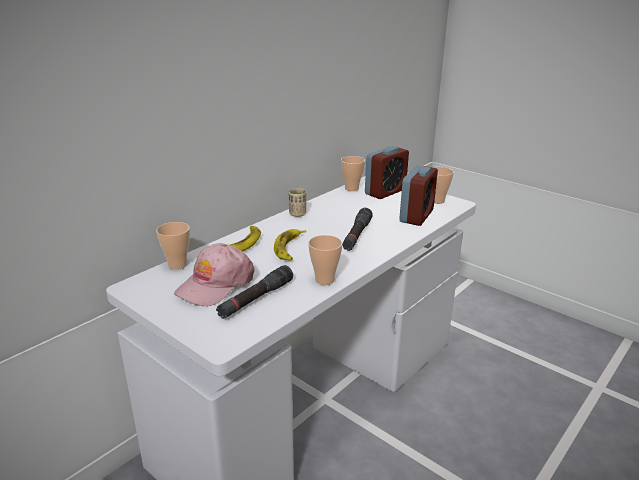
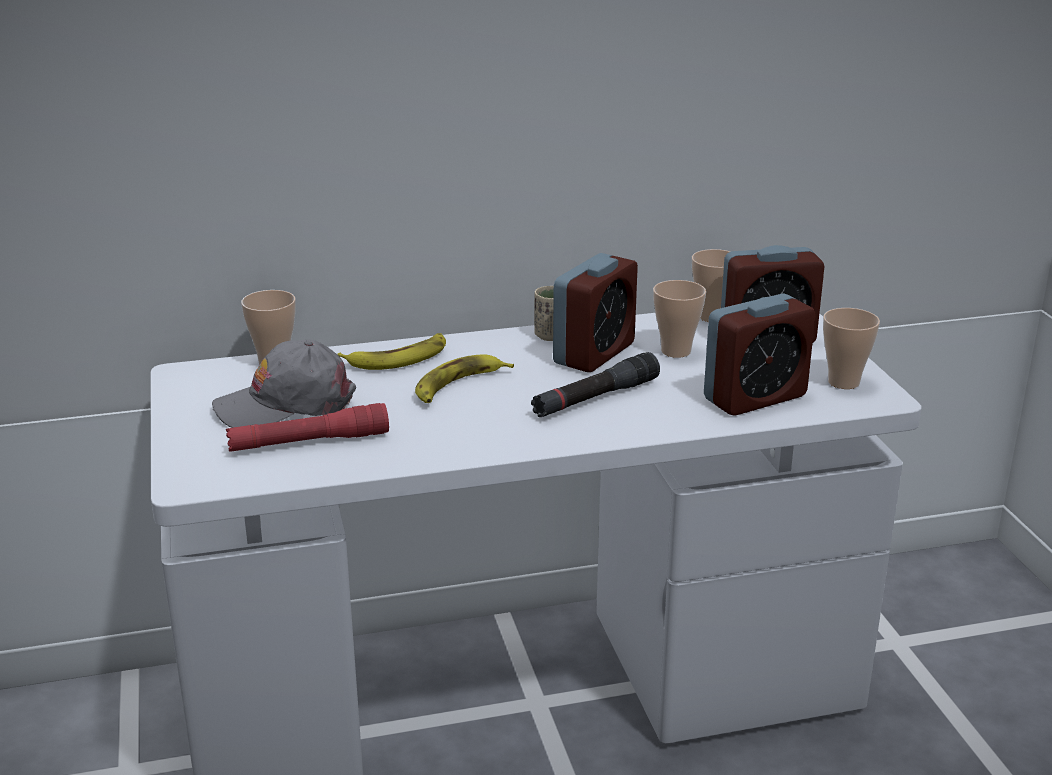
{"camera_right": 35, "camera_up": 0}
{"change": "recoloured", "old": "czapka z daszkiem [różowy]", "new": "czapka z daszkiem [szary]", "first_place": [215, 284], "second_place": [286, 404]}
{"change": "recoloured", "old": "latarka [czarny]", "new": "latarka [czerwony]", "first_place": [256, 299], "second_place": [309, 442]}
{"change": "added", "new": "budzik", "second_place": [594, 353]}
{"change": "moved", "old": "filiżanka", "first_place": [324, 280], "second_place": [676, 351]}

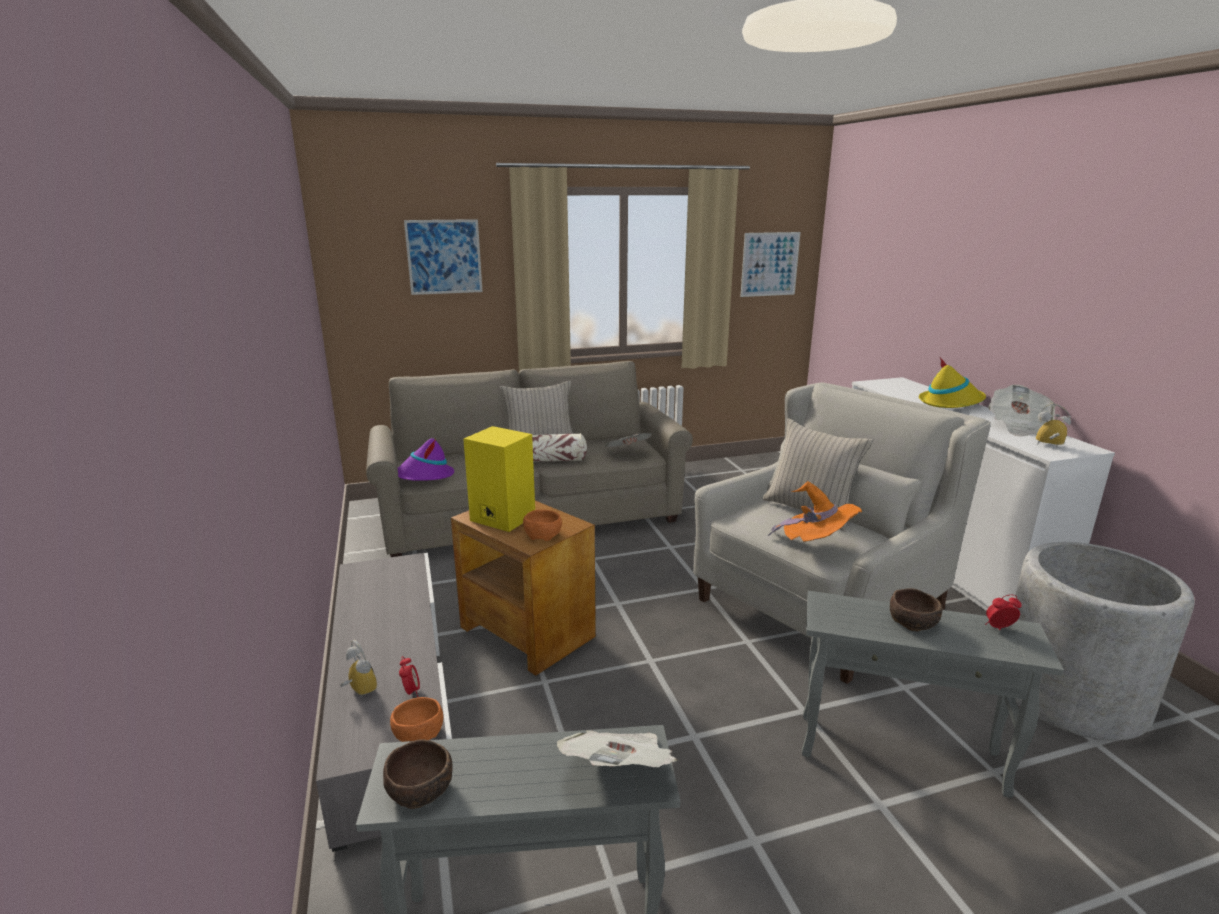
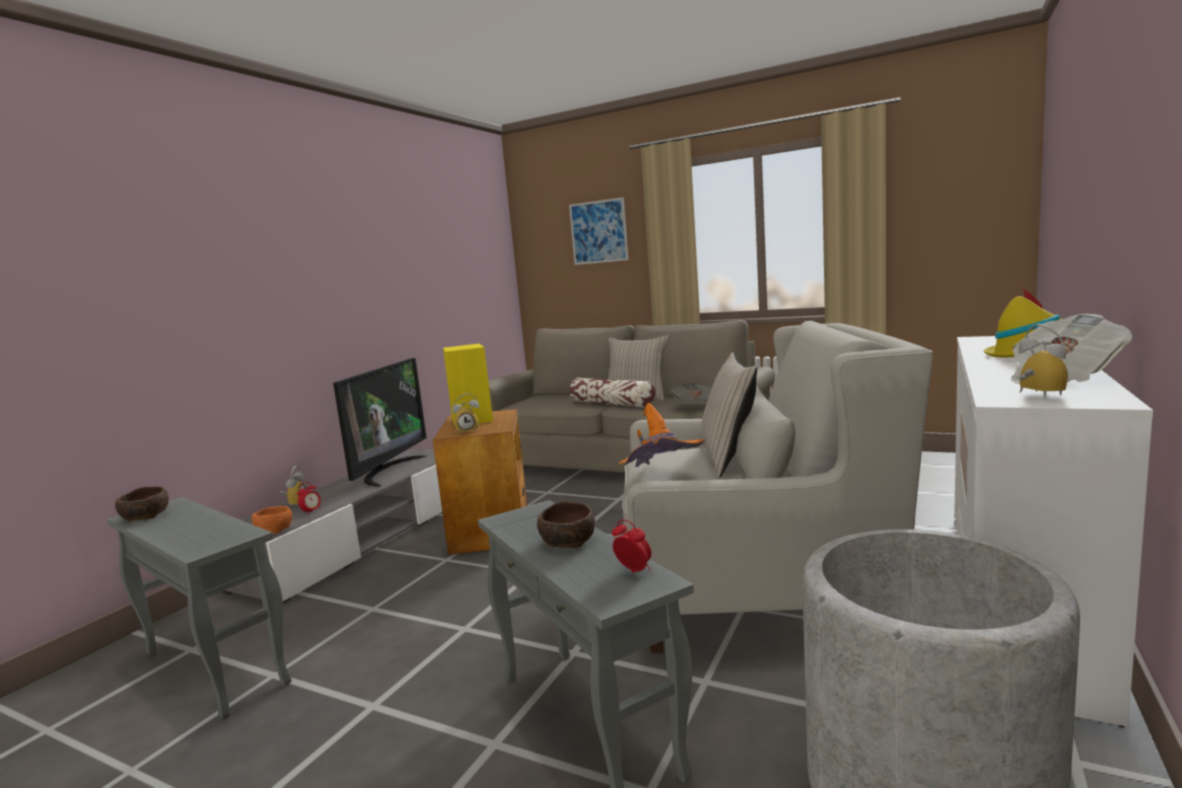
{"camera_right": 45, "camera_up": -10}
{"change": "added", "new": "telewizor", "second_place": [388, 471]}
{"change": "replaced", "old": "miska [pomarańczowy]", "new": "budzik", "first_place": [542, 534], "second_place": [468, 431]}
{"change": "removed", "old": "kapelusz [fioletowy]", "first_place": [424, 476]}
{"change": "removed", "old": "gazeta", "first_place": [620, 772]}
{"change": "removed", "old": "obraz", "first_place": [770, 264]}

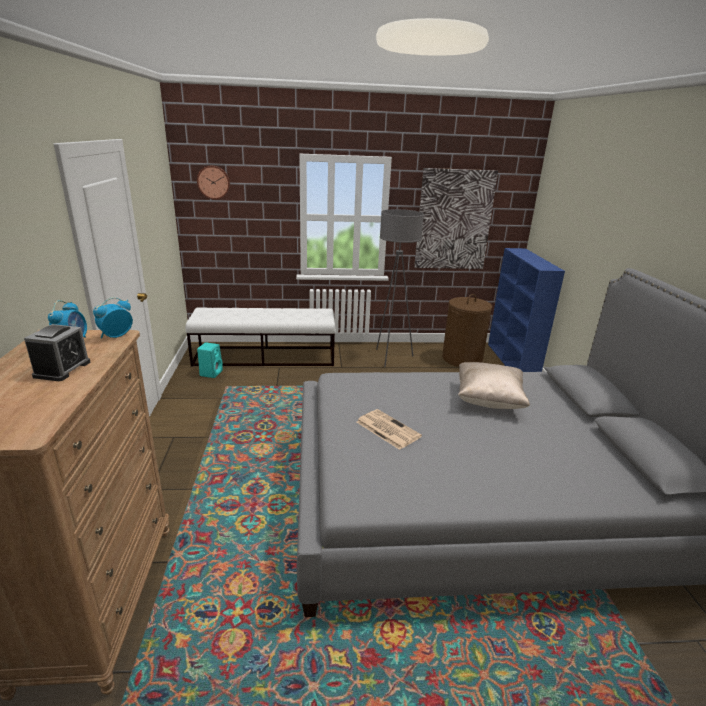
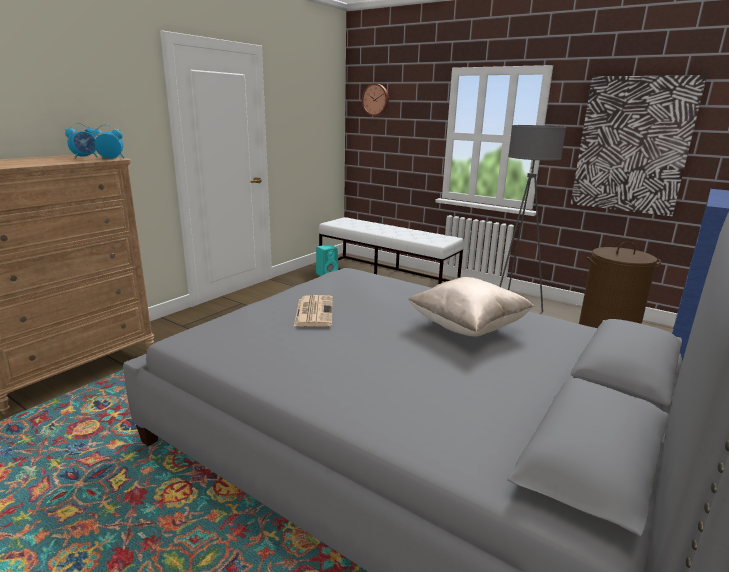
{"camera_right": 40, "camera_up": -5}
{"change": "removed", "old": "budzik", "first_place": [62, 369]}

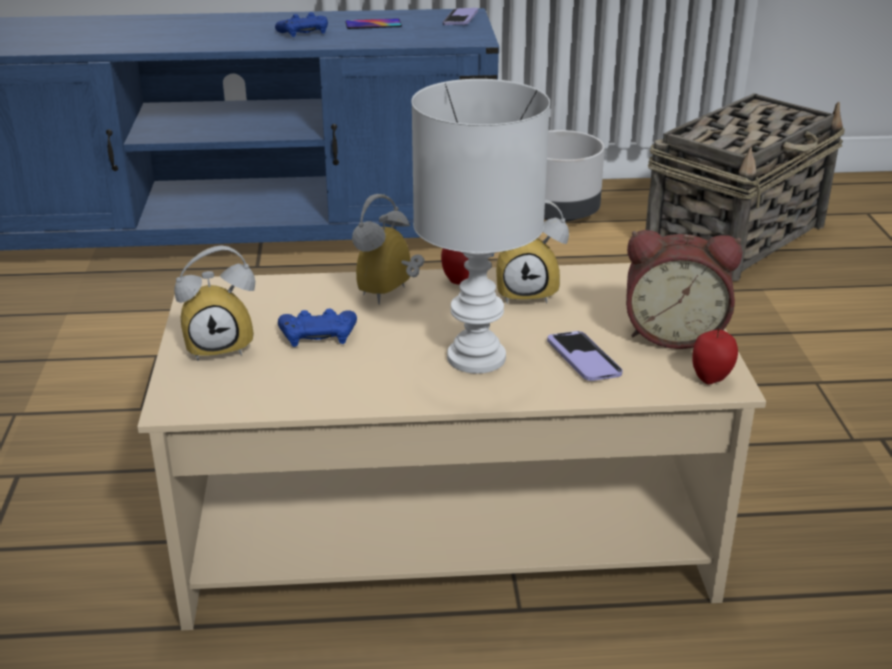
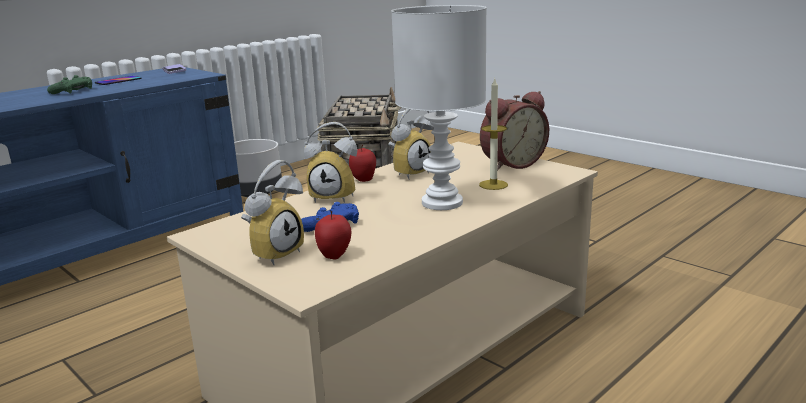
{"camera_right": -40, "camera_up": -10}
{"change": "recoloured", "old": "pad do gier [niebieski]", "new": "pad do gier [zielony]", "first_place": [304, 32], "second_place": [72, 91]}
{"change": "turned", "old": "budzik", "first_place": [391, 294], "second_place": [335, 196], "degrees": -75}
{"change": "moved", "old": "jabłko", "first_place": [711, 379], "second_place": [334, 255]}
{"change": "replaced", "old": "telefon", "new": "świeca", "first_place": [583, 358], "second_place": [493, 185]}

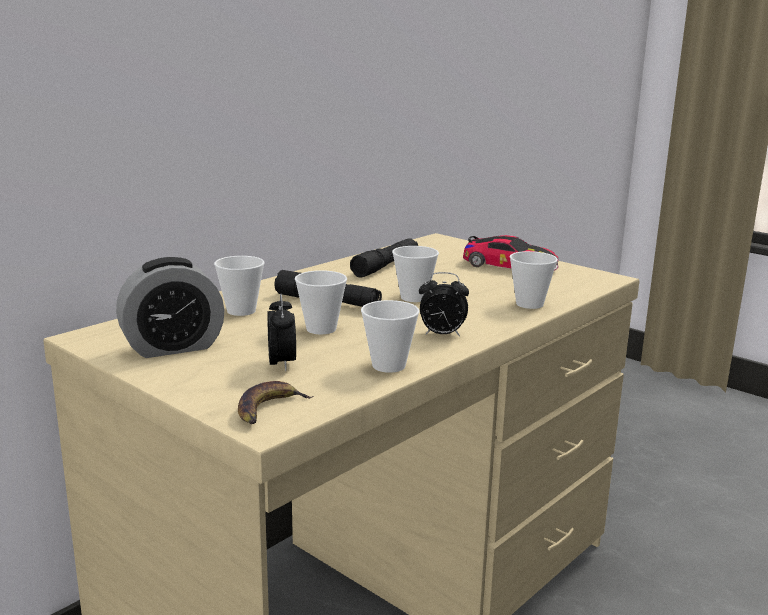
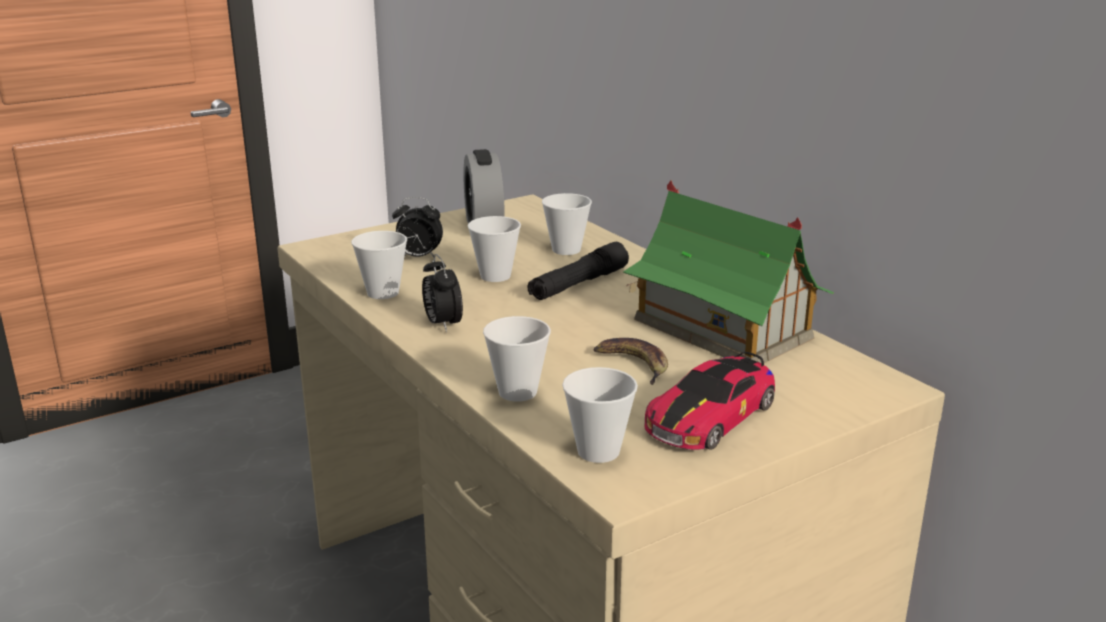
{"camera_right": 105, "camera_up": 5}
{"change": "turned", "old": "budzik", "first_place": [441, 335], "second_place": [442, 324], "degrees": -45}
{"change": "moved", "old": "filiżanka", "first_place": [414, 297], "second_place": [598, 451]}
{"change": "moved", "old": "banan", "first_place": [268, 409], "second_place": [632, 364]}
{"change": "replaced", "old": "latarka [czarny]", "new": "domek", "first_place": [386, 266], "second_place": [721, 328]}

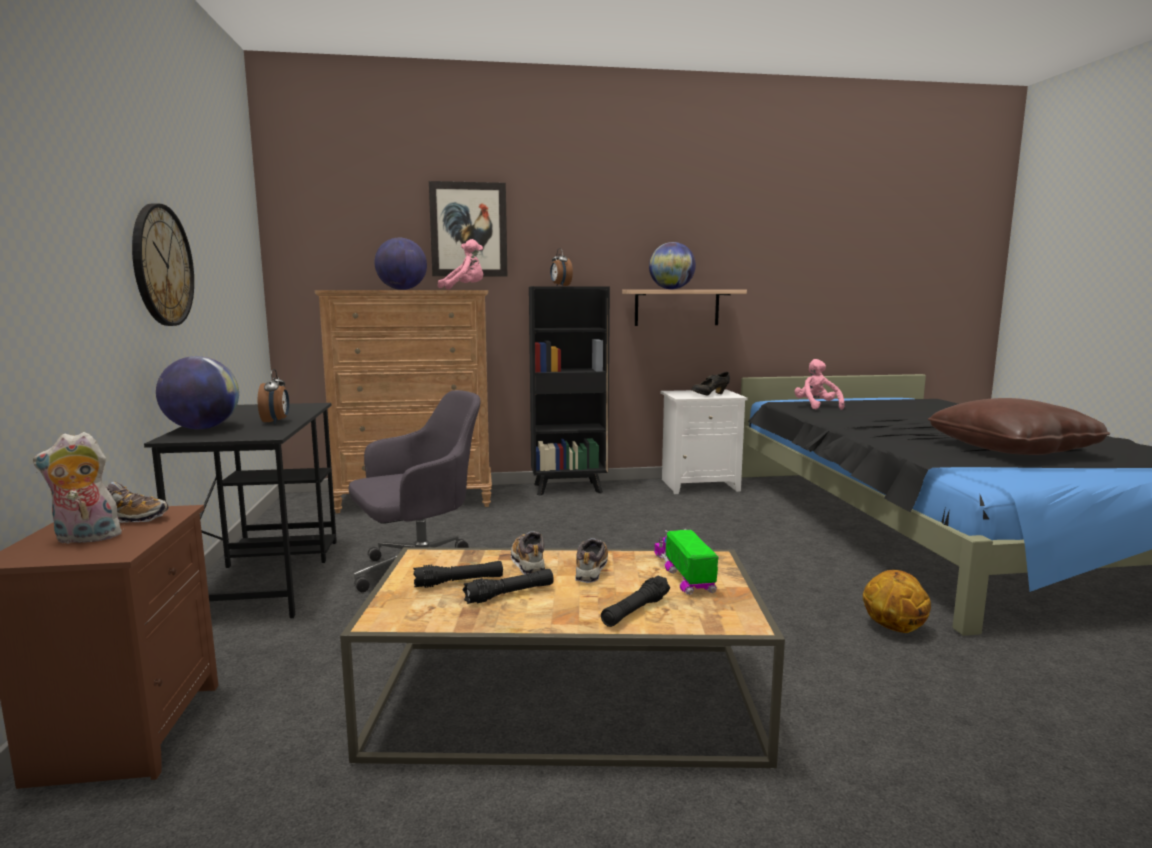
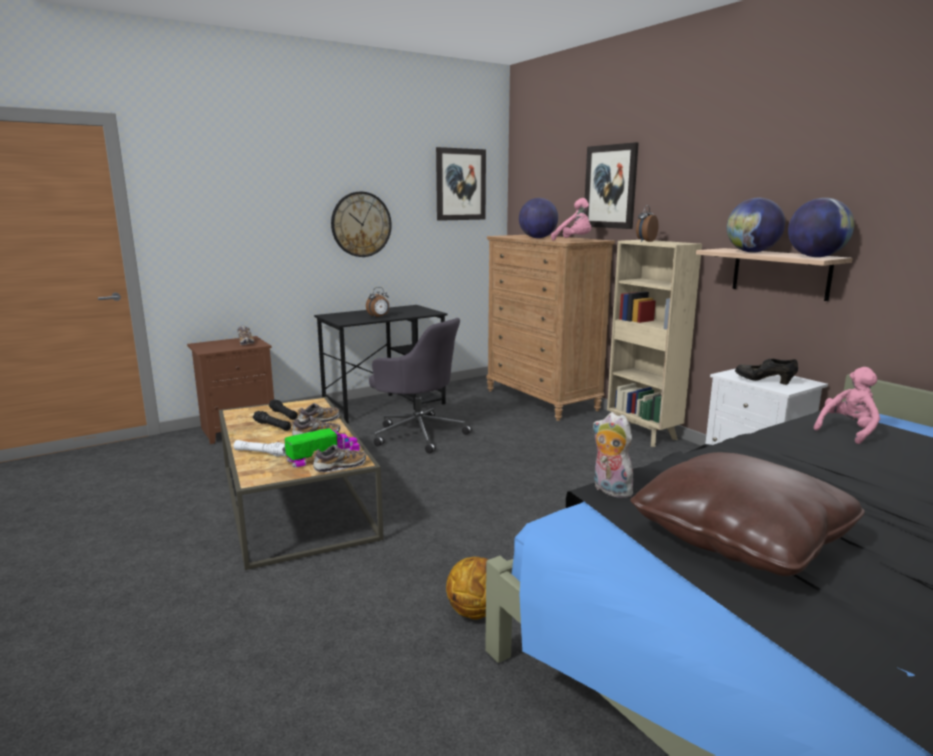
{"camera_right": 65, "camera_up": 5}
{"change": "recoloured", "old": "latarka [czarny]", "new": "latarka [biały]", "first_place": [635, 611], "second_place": [261, 453]}
{"change": "added", "new": "but", "second_place": [340, 467]}
{"change": "added", "new": "obraz", "second_place": [460, 184]}
{"change": "moved", "old": "pluszak", "first_place": [85, 539], "second_place": [609, 490]}
{"change": "recoloured", "old": "regał [czarny]", "new": "regał [beżowy]", "first_place": [569, 488], "second_place": [643, 434]}
{"change": "moved", "old": "globus", "first_place": [202, 428], "second_place": [816, 257]}

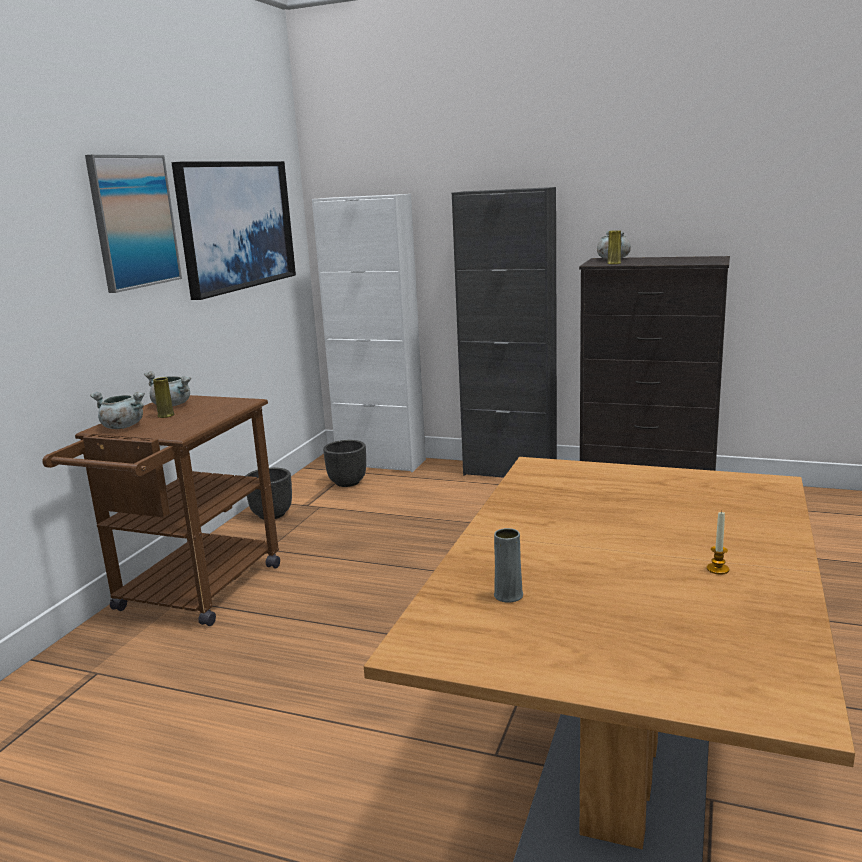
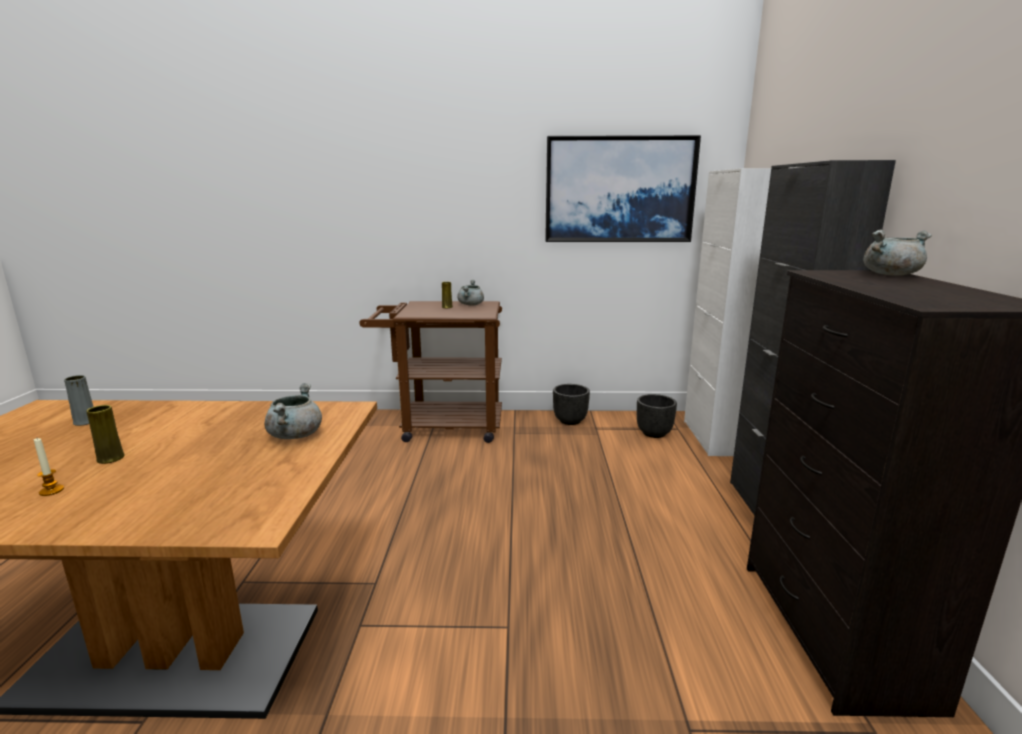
{"camera_right": 70, "camera_up": 0}
{"change": "moved", "old": "wazon [żółty]", "first_place": [614, 263], "second_place": [110, 458]}
{"change": "moved", "old": "garnek [szary]", "first_place": [121, 427], "second_place": [295, 435]}
{"change": "removed", "old": "obraz", "first_place": [133, 221]}

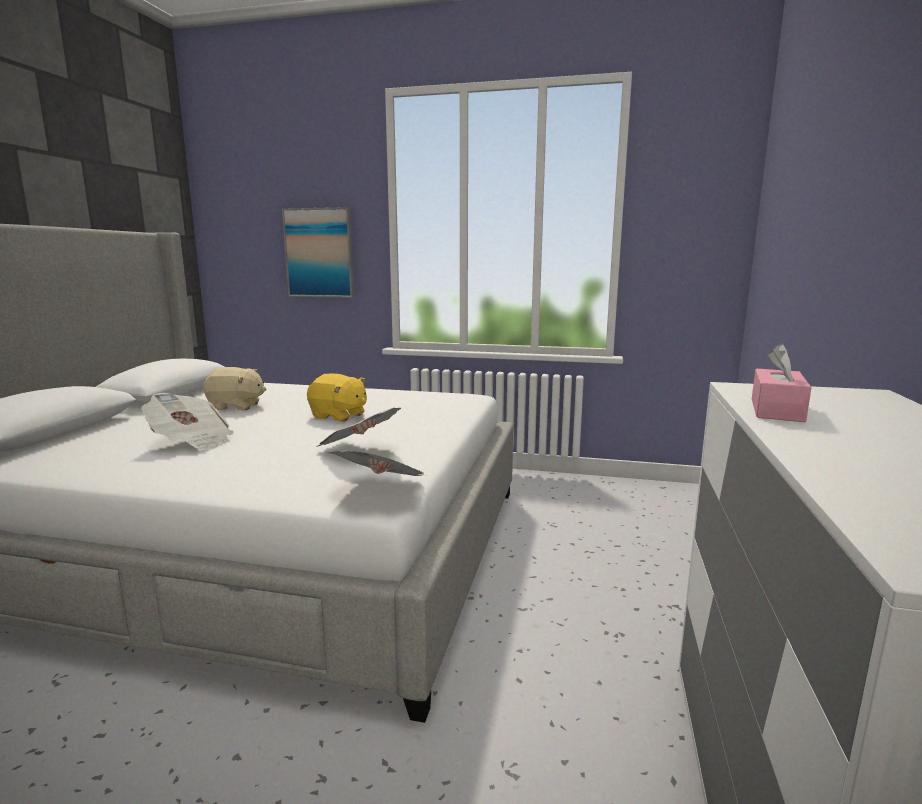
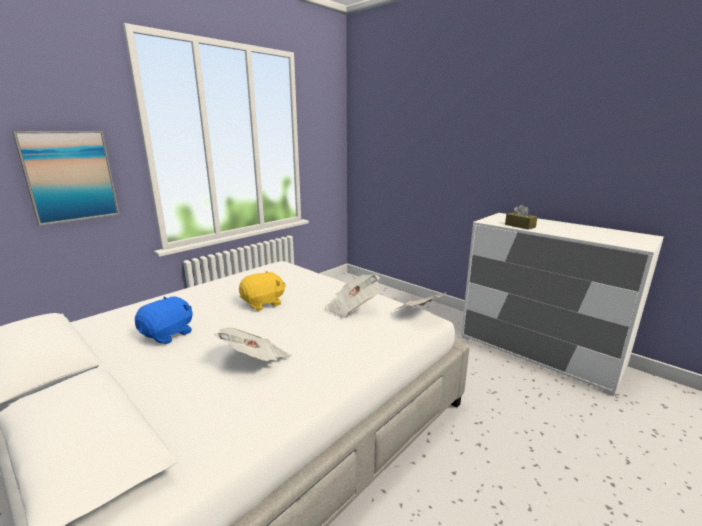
{"camera_right": -60, "camera_up": 5}
{"change": "recoloured", "old": "pluszak [beżowy]", "new": "pluszak [niebieski]", "first_place": [236, 406], "second_place": [168, 334]}
{"change": "recoloured", "old": "pudełko chusteczek [różowy]", "new": "pudełko chusteczek [brązowy]", "first_place": [776, 410], "second_place": [520, 226]}

